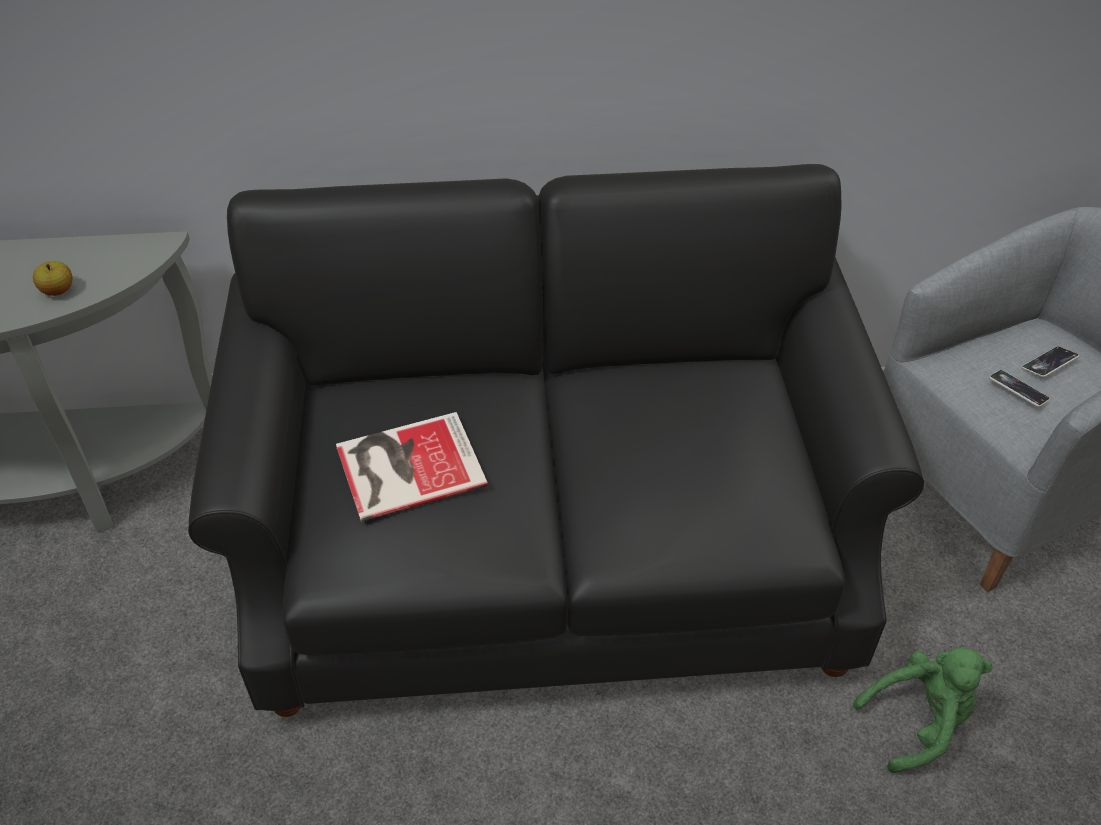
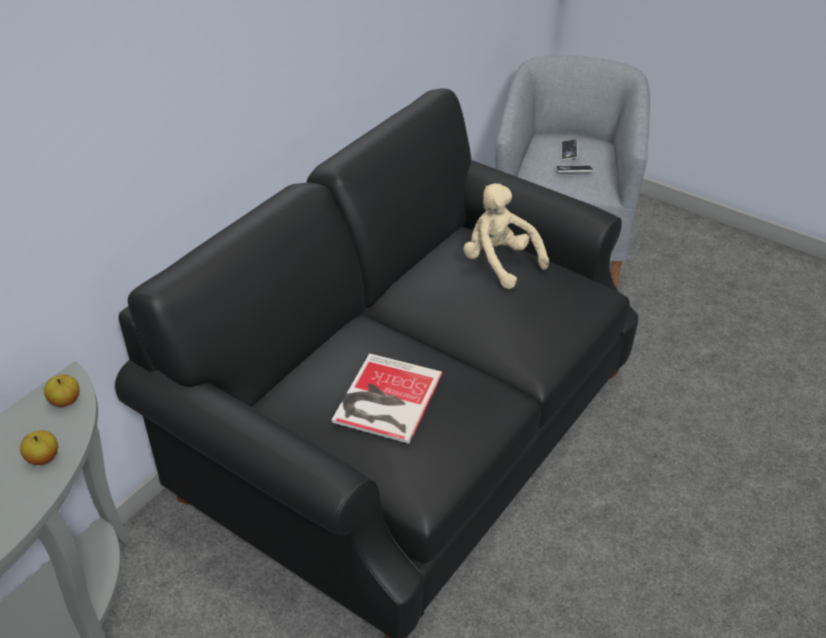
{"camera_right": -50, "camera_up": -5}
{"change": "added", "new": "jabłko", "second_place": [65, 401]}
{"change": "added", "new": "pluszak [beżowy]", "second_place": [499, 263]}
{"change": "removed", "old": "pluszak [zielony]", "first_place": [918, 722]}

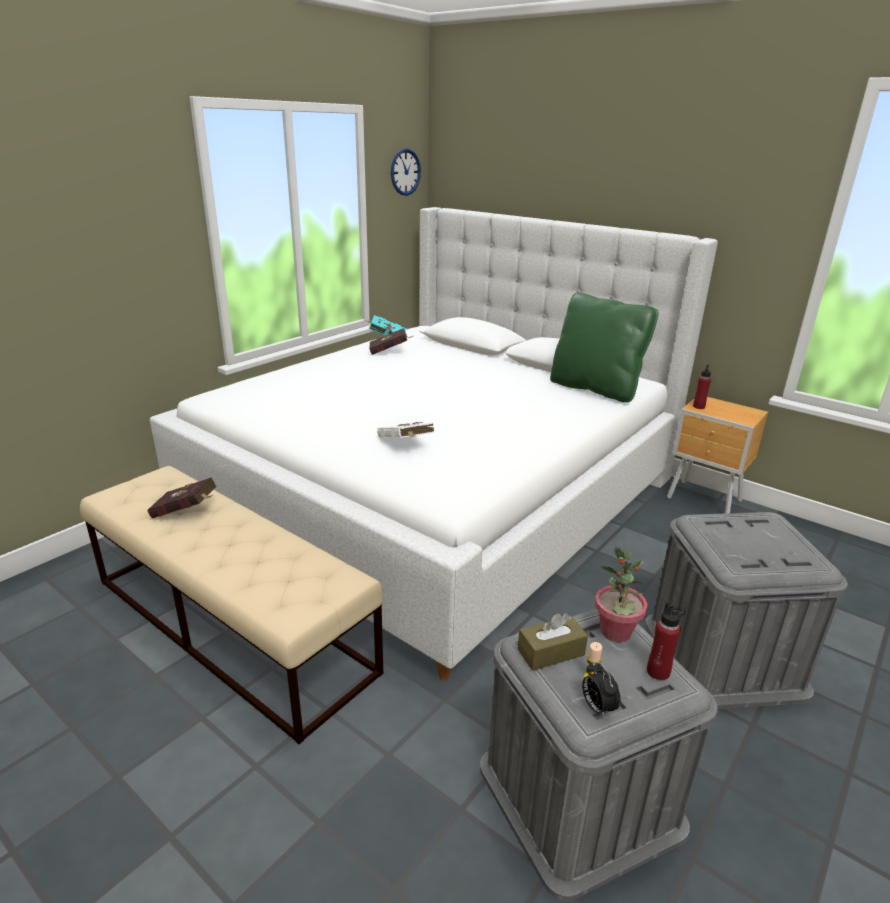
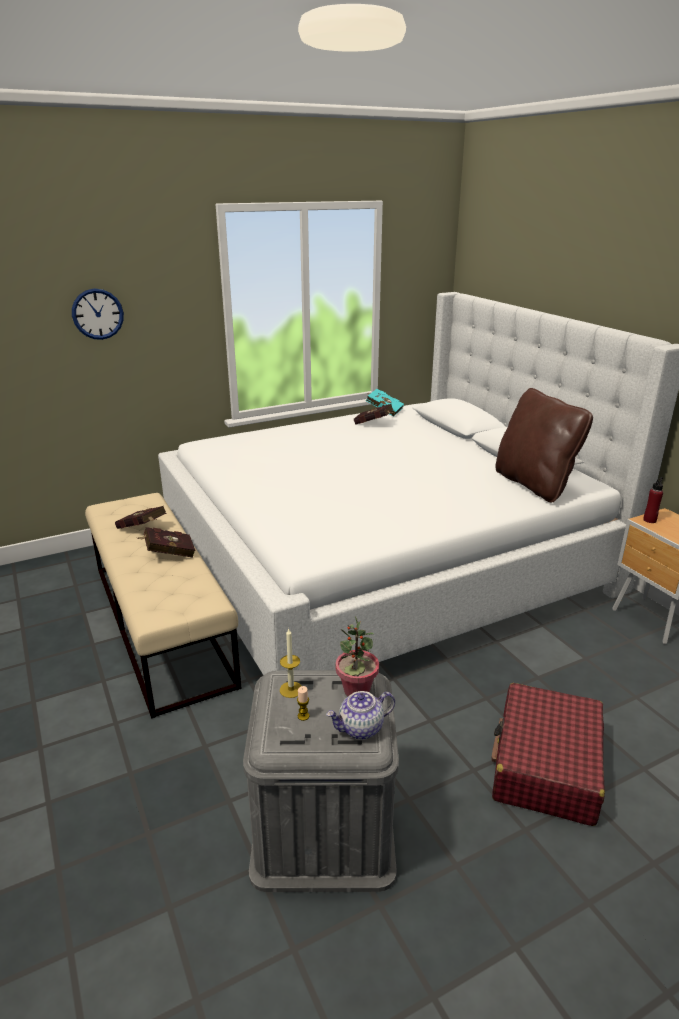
{"camera_right": 25, "camera_up": 0}
{"change": "moved", "old": "zegar ścienny", "first_place": [405, 172], "second_place": [97, 314]}
{"change": "added", "new": "książka [czerwony]", "second_place": [168, 554]}
{"change": "replaced", "old": "pudełko chusteczek [brązowy]", "new": "świeca", "first_place": [550, 652], "second_place": [291, 689]}
{"change": "replaced", "old": "butelka [czerwony]", "new": "imbryk", "first_place": [658, 672], "second_place": [361, 729]}
{"change": "replaced", "old": "pojemnik do przechowywania [szary]", "new": "walizka [czerwony]", "first_place": [723, 657], "second_place": [546, 766]}
{"change": "recoloured", "old": "poduszka [zielony]", "new": "poduszka [brązowy]", "first_place": [595, 388], "second_place": [534, 484]}
{"change": "removed", "old": "książka [biały]", "first_place": [405, 445]}
{"change": "removed", "old": "budzik", "first_place": [597, 707]}

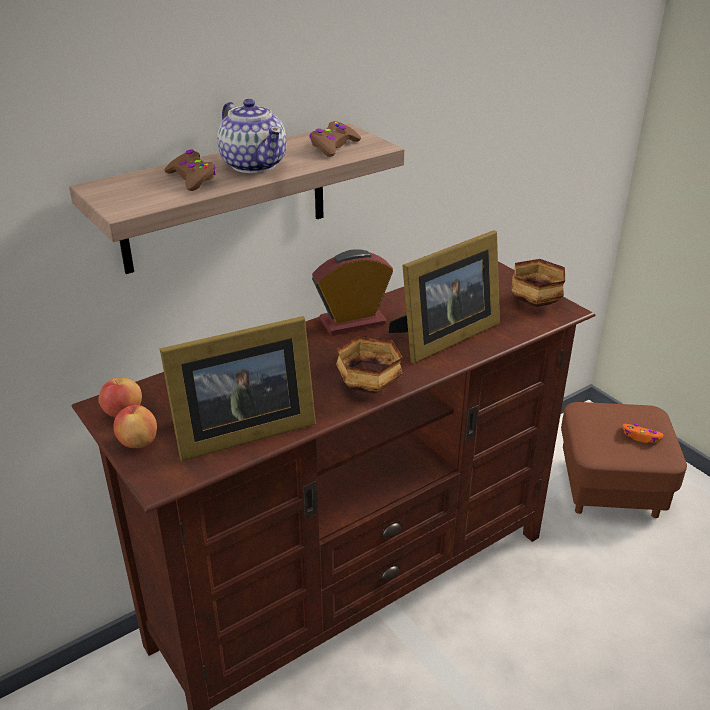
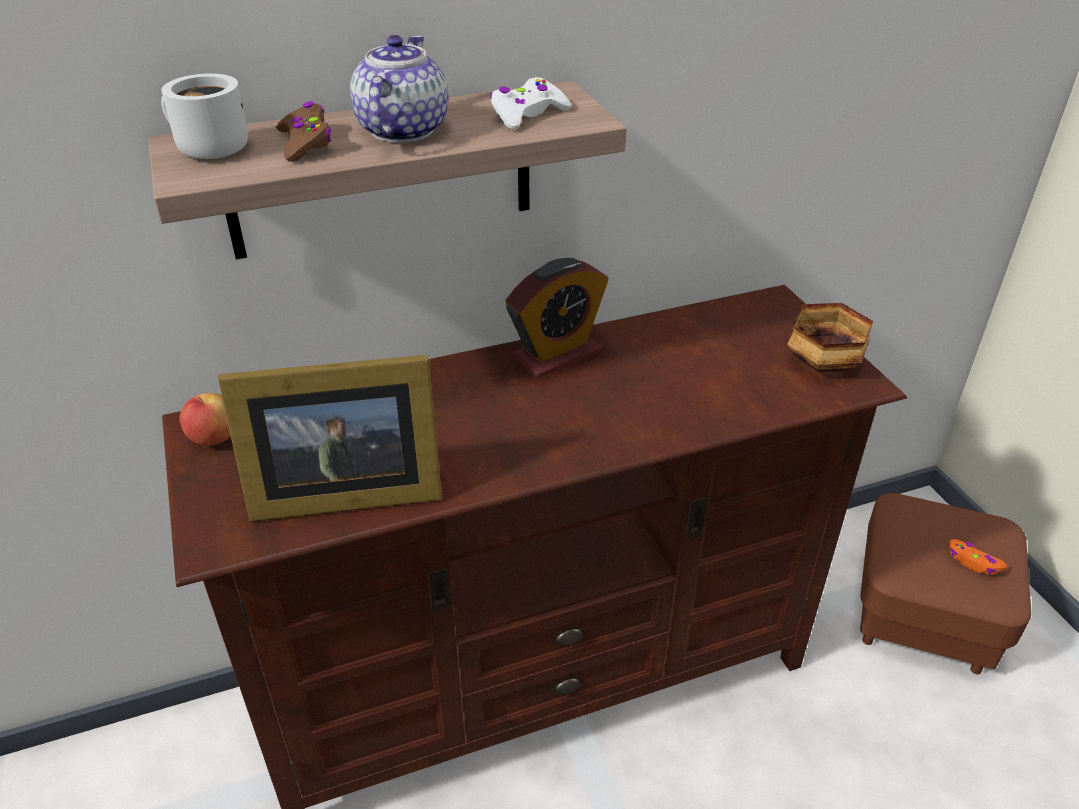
{"camera_right": 15, "camera_up": 5}
{"change": "added", "new": "kubek [biały]", "second_place": [207, 150]}
{"change": "turned", "old": "imbryk", "first_place": [254, 164], "second_place": [401, 131], "degrees": -150}
{"change": "recoloured", "old": "pad do gier [brązowy]", "new": "pad do gier [biały]", "first_place": [333, 146], "second_place": [527, 114]}
{"change": "turned", "old": "budzik", "first_place": [352, 321], "second_place": [557, 355], "degrees": 150}
{"change": "removed", "old": "jabłko", "first_place": [138, 442]}
{"change": "removed", "old": "miska", "first_place": [368, 387]}
{"change": "removed", "old": "ramka na zdjęcie", "first_place": [443, 337]}

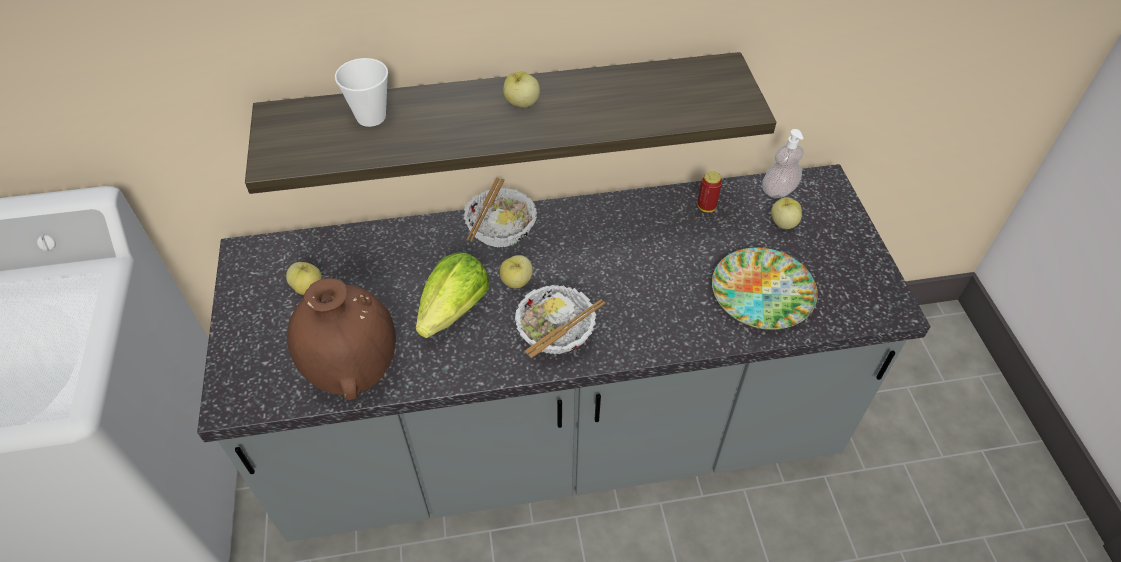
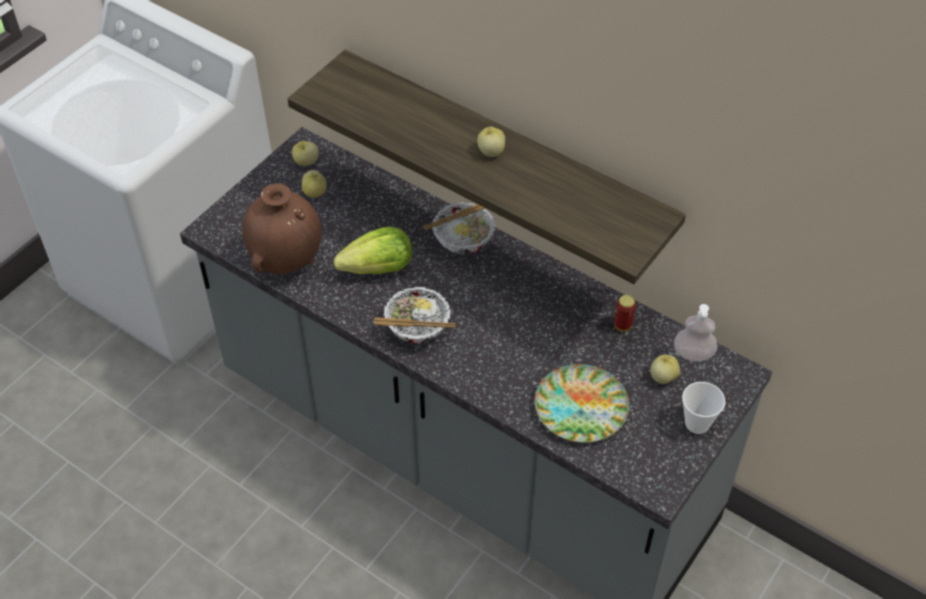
{"camera_right": 45, "camera_up": 0}
{"change": "moved", "old": "jabłko", "first_place": [517, 282], "second_place": [306, 162]}
{"change": "moved", "old": "filiżanka", "first_place": [371, 117], "second_place": [697, 423]}

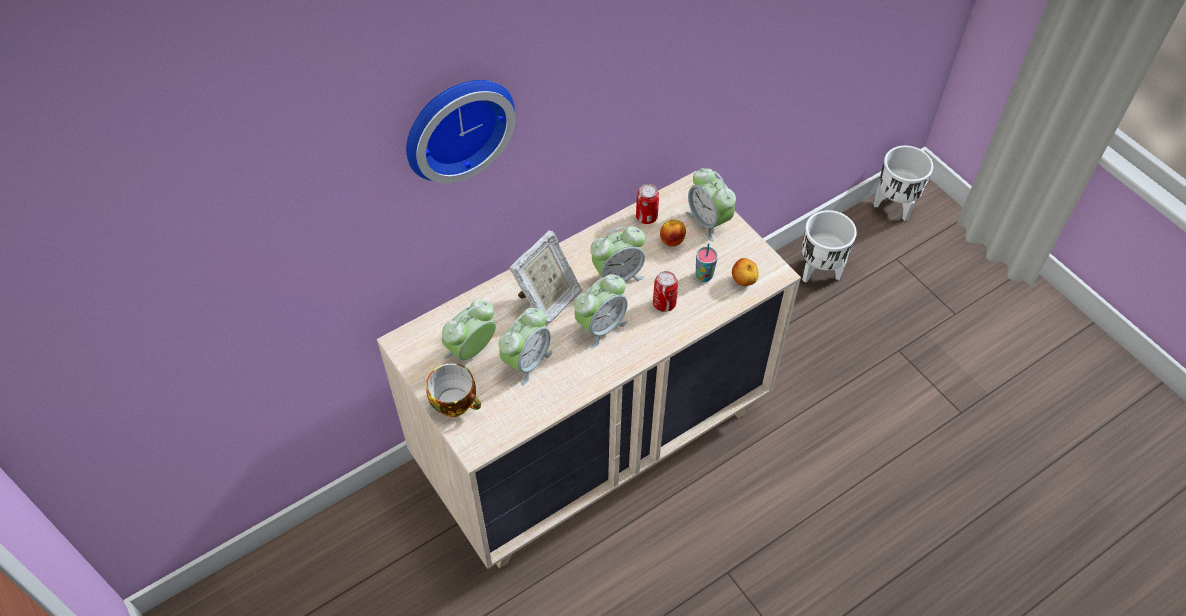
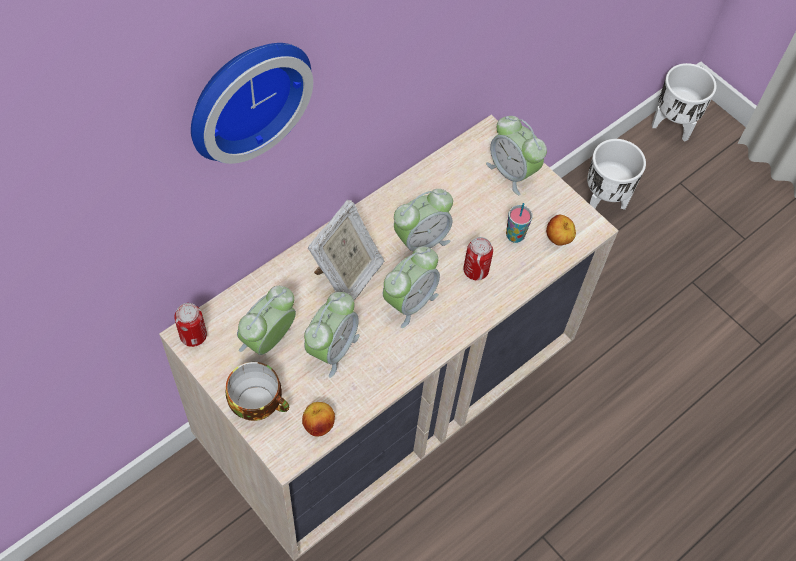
{"camera_right": -10, "camera_up": 5}
{"change": "moved", "old": "puszka", "first_place": [646, 217], "second_place": [193, 336]}
{"change": "moved", "old": "jabłko", "first_place": [672, 241], "second_place": [318, 425]}

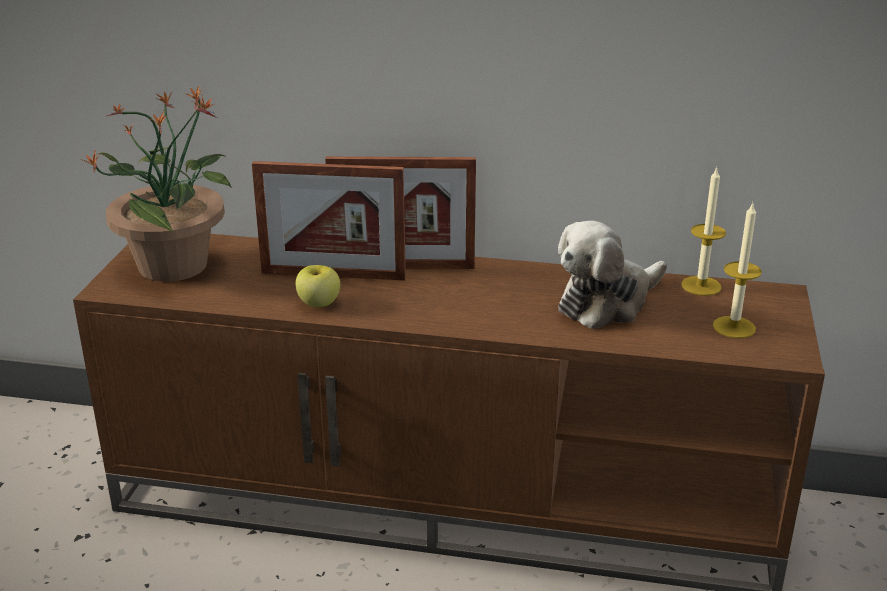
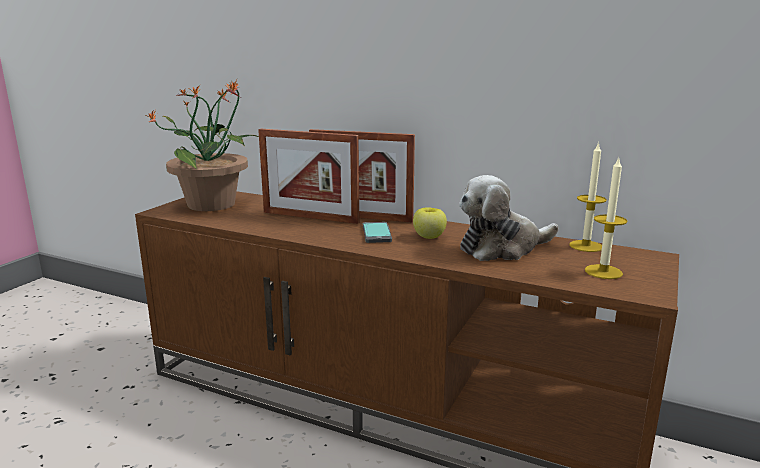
{"camera_right": 15, "camera_up": -10}
{"change": "added", "new": "telefon", "second_place": [377, 233]}
{"change": "moved", "old": "jabłko", "first_place": [318, 303], "second_place": [429, 237]}

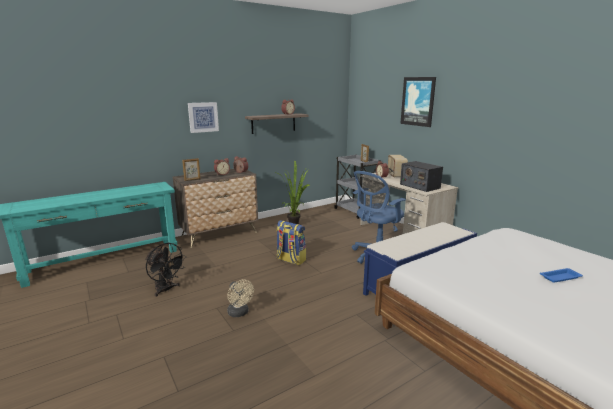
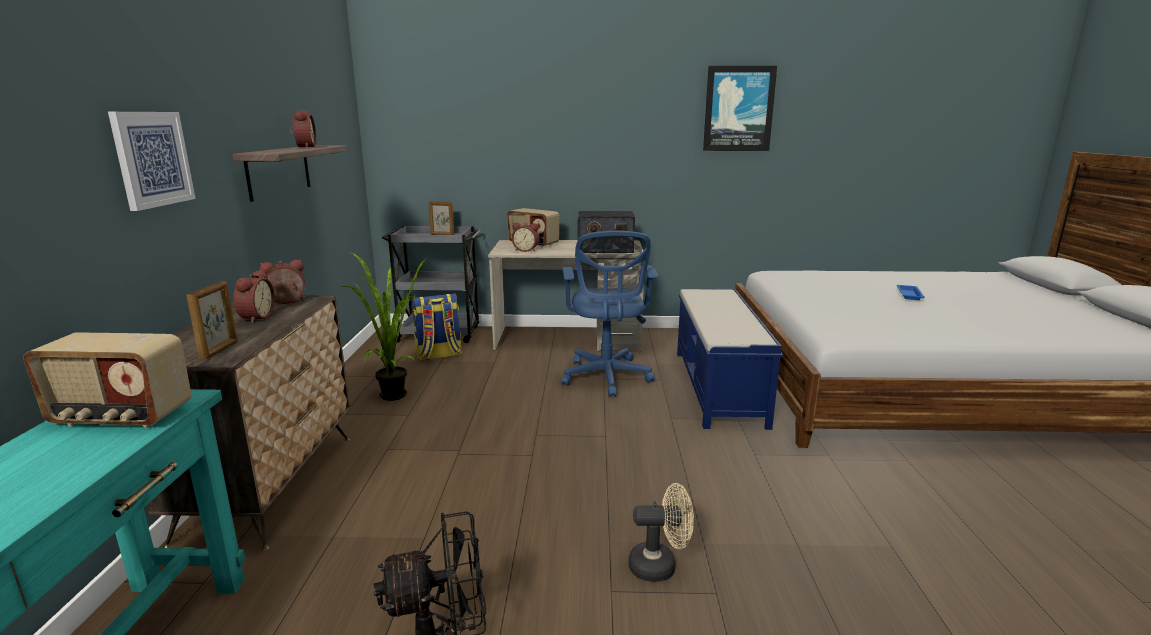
{"camera_right": -55, "camera_up": 0}
{"change": "added", "new": "radio", "second_place": [121, 417]}
{"change": "moved", "old": "plecak", "first_place": [290, 260], "second_place": [438, 355]}
{"change": "moved", "old": "obraz", "first_place": [418, 101], "second_place": [738, 109]}

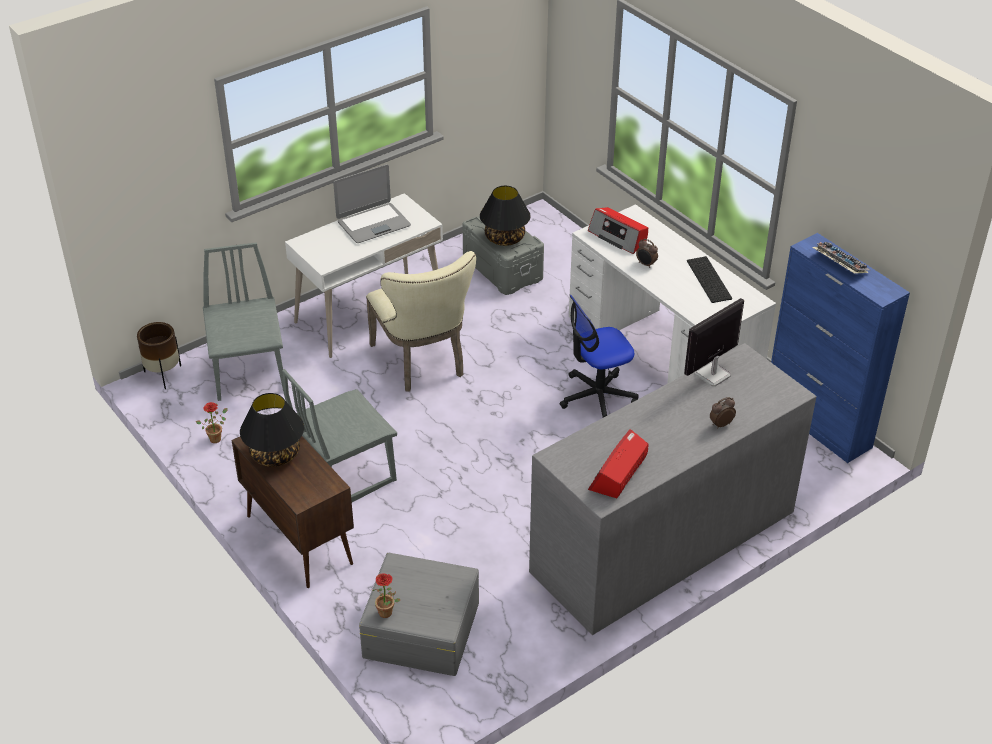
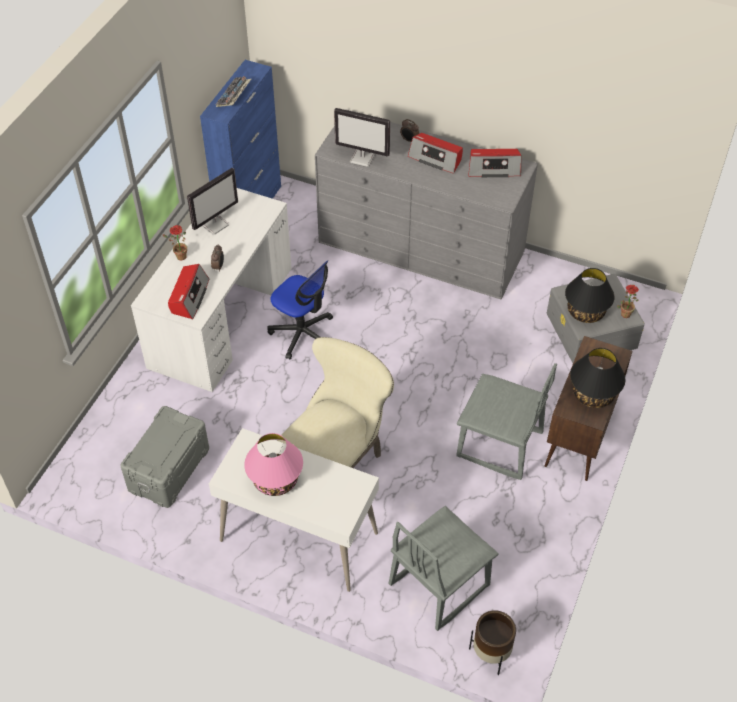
{"camera_right": -120, "camera_up": 10}
{"change": "moved", "old": "roślina doniczkowa", "first_place": [217, 437], "second_place": [179, 257]}
{"change": "replaced", "old": "klawiatura", "new": "monitor", "first_place": [710, 280], "second_place": [215, 224]}
{"change": "replaced", "old": "laptop", "new": "lampa stołowa [różowy]", "first_place": [373, 223], "second_place": [275, 480]}
{"change": "added", "new": "radio", "second_place": [436, 158]}
{"change": "moved", "old": "lampa stołowa [czarny]", "first_place": [504, 238], "second_place": [586, 312]}

